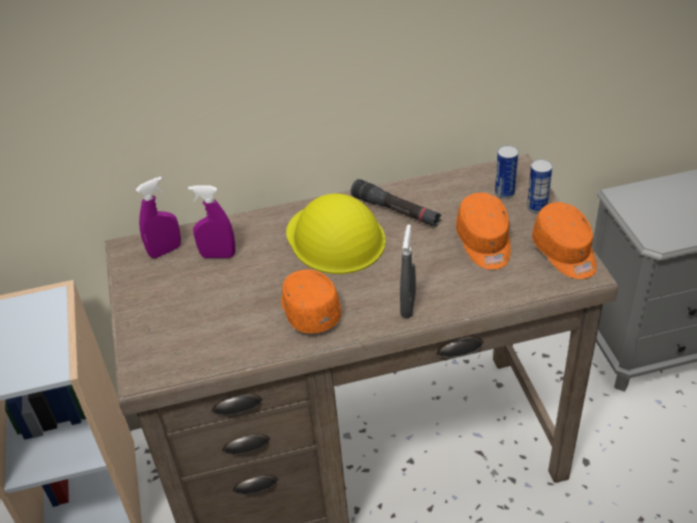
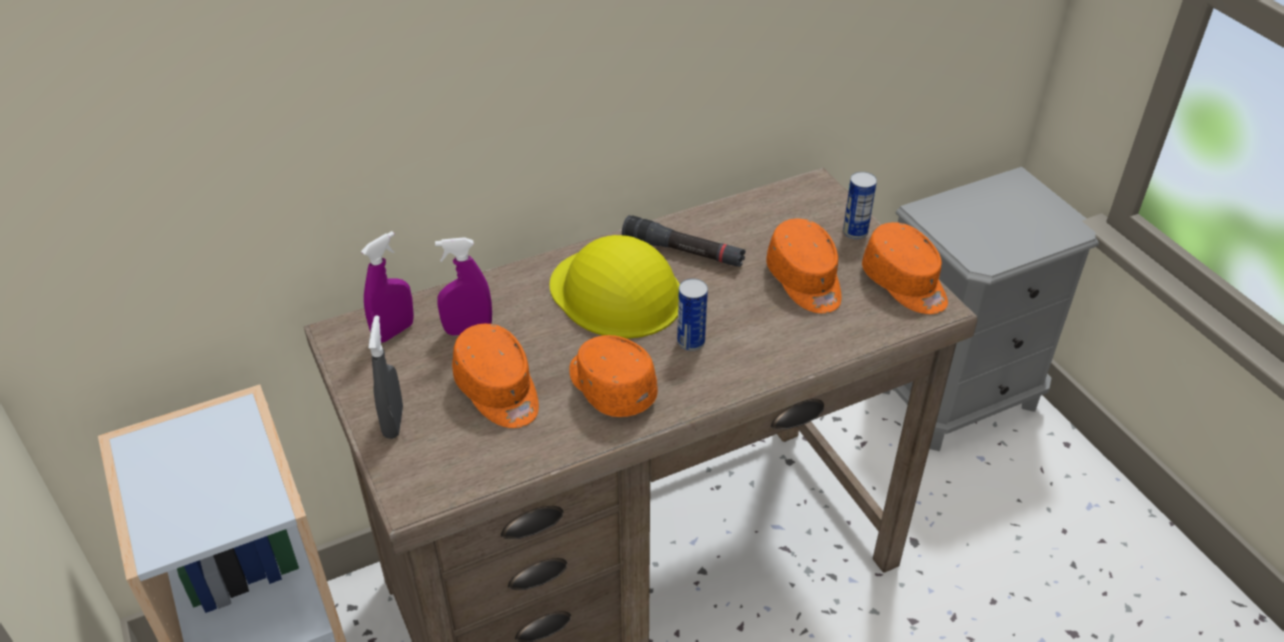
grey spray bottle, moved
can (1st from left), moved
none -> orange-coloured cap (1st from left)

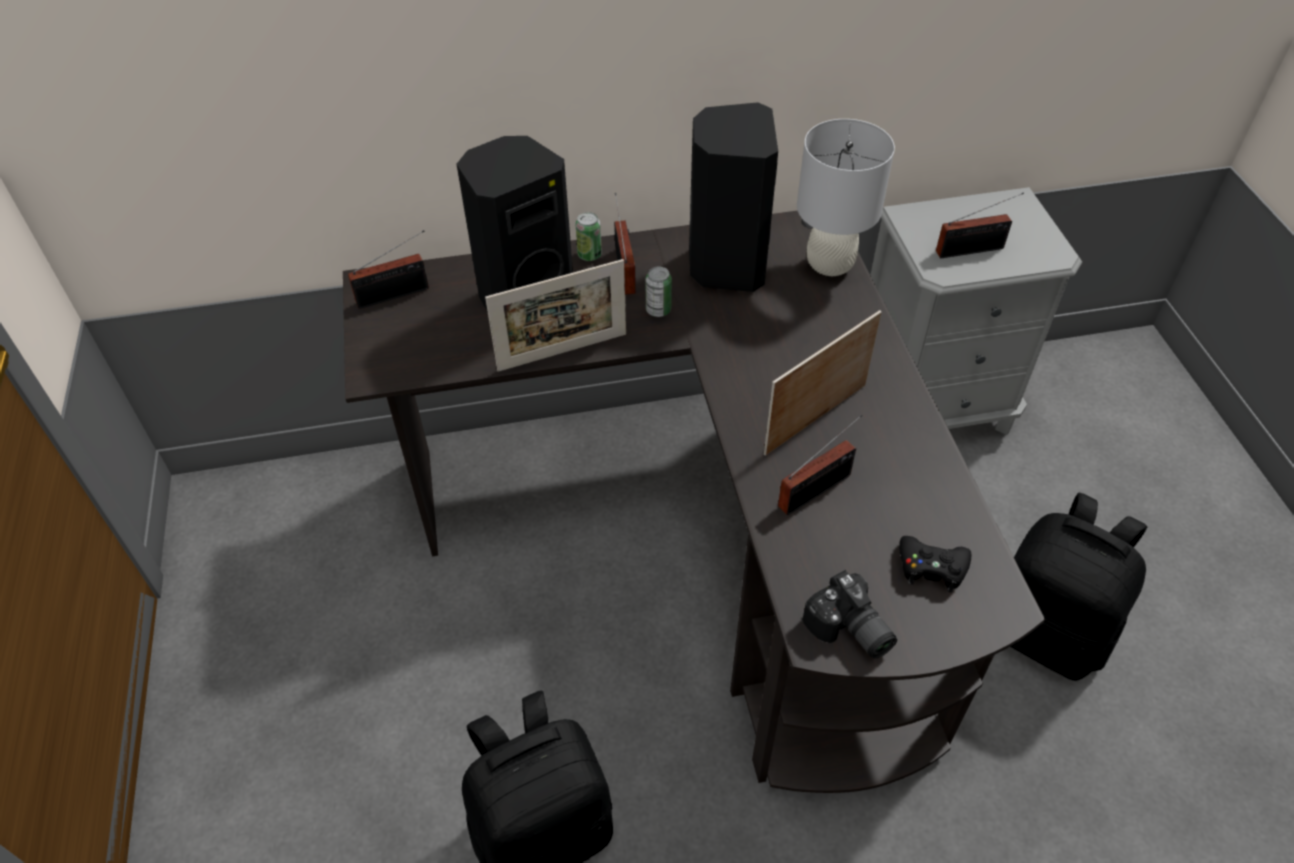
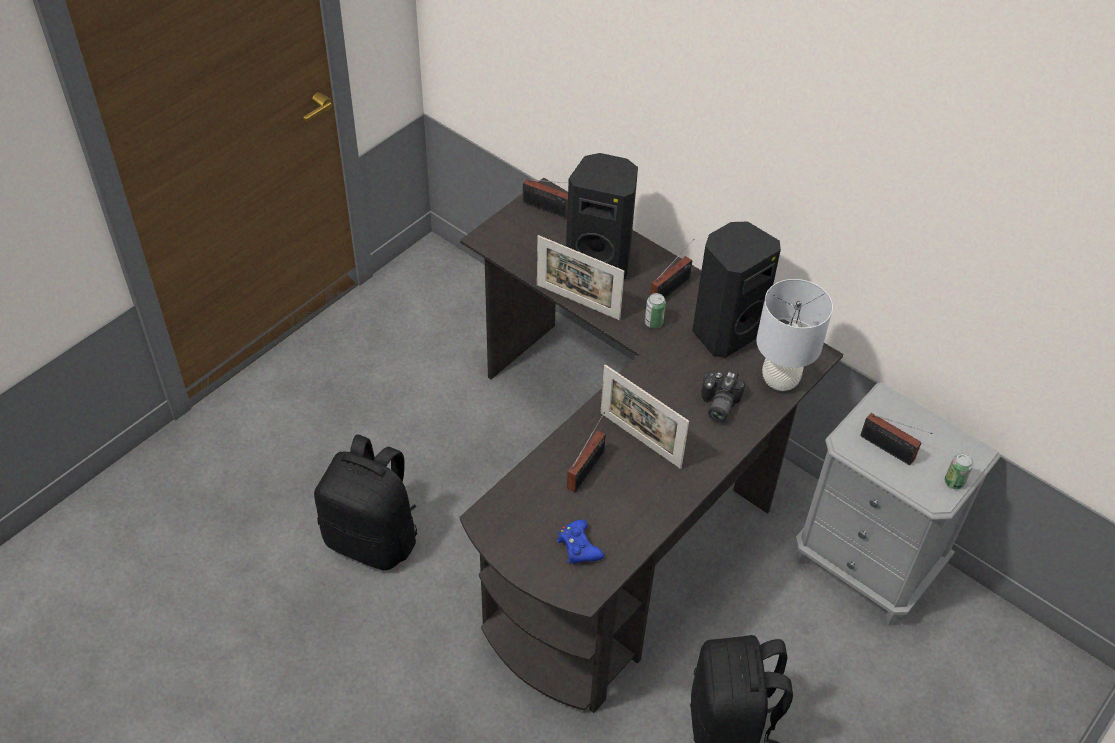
can (1st from left in the first image) -> can (2nd from left), moved
standing frame (2nd from left), 150 degrees counterclockwise
radio receiver (3rd from left in the first image) -> radio receiver (2nd from left), 75 degrees counterclockwise
photo camera, moved
blackish joypad -> blue joypad

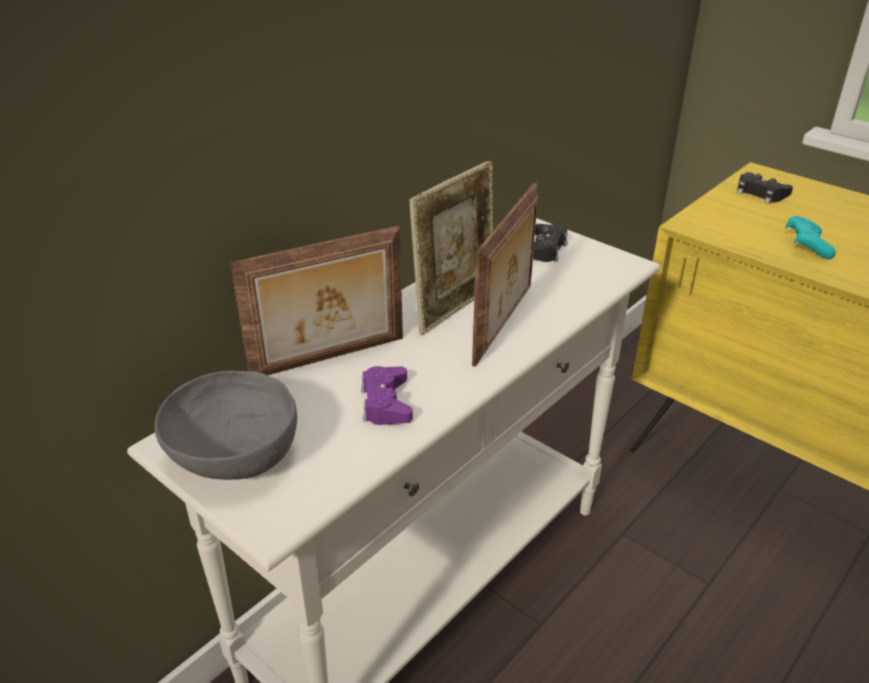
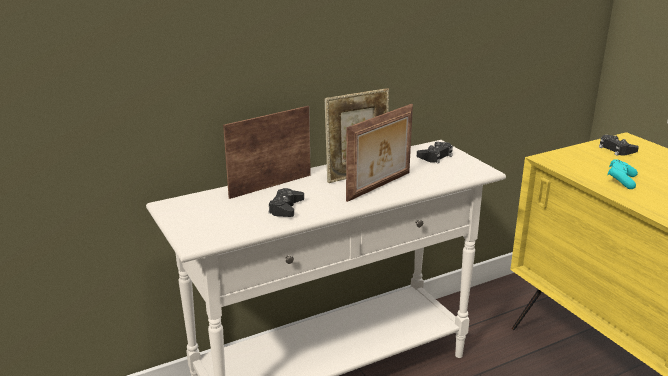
grey deep dish -> none
standing frame (1st from left), 150 degrees clockwise
purplish joypad -> blackish joypad (1st from left)

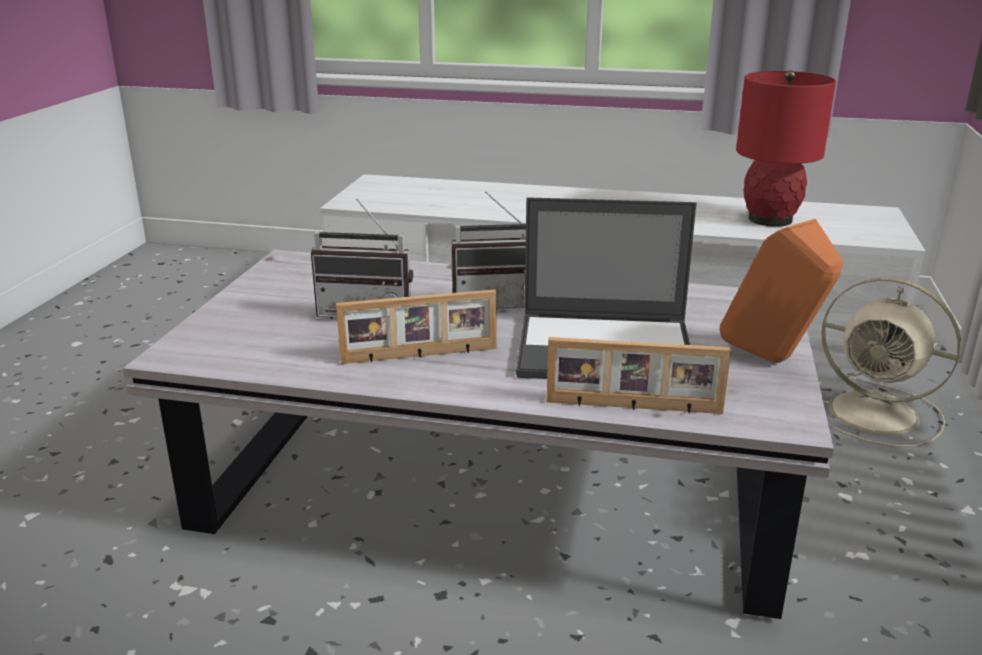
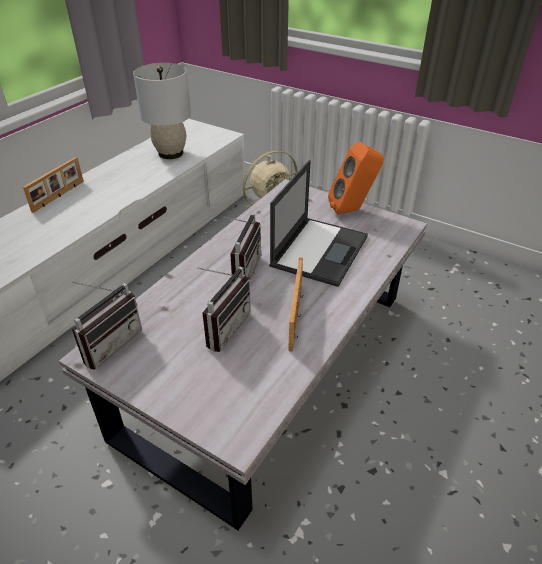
standing frame (2nd from left in the first image) -> standing frame (1st from left), moved
red-coloured lamp for a table -> whitish lamp for a table
none -> radio receiver (1st from left)

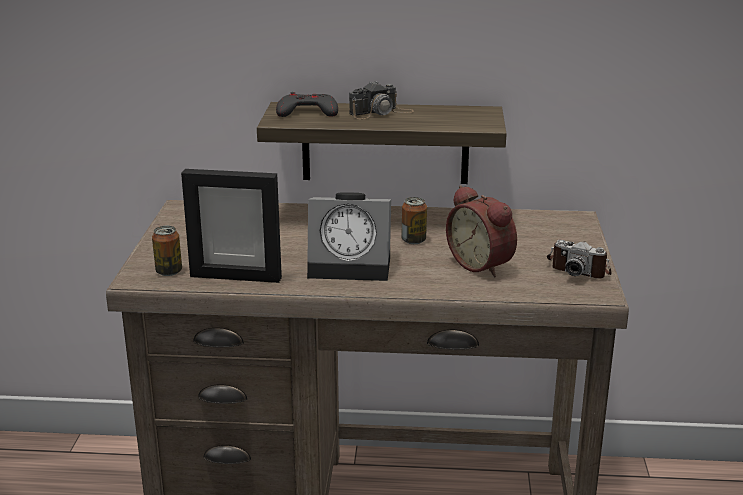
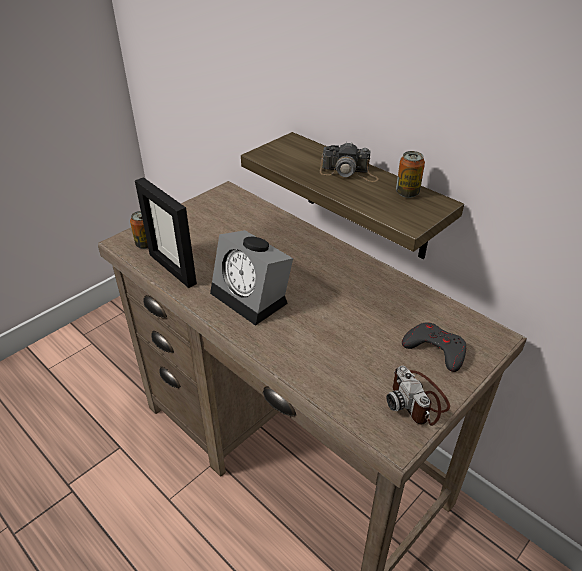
grey joypad, moved
can (2nd from left), moved
alarm clock (2nd from left) -> none

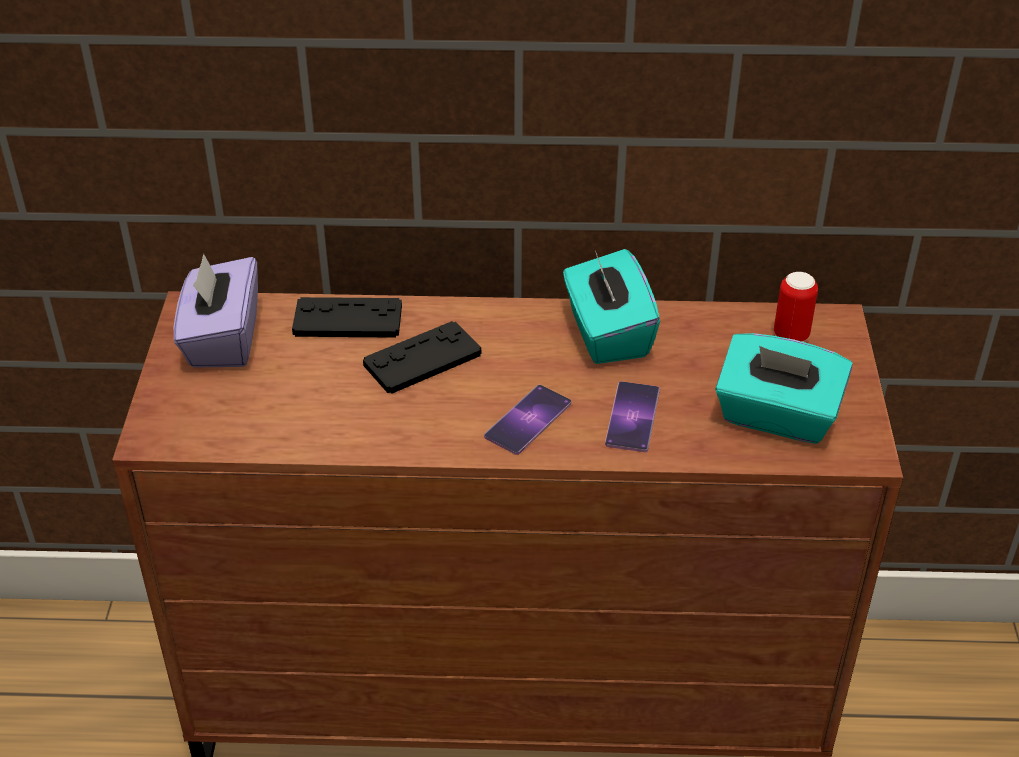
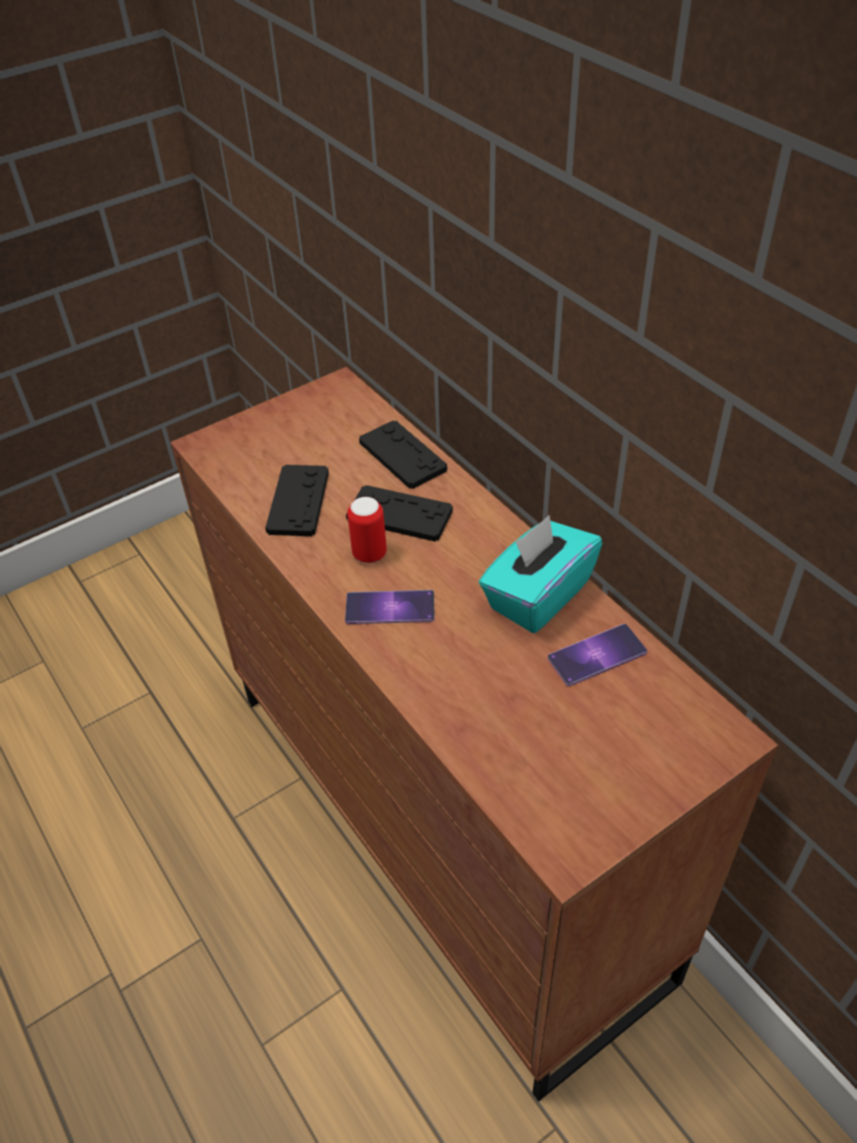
purplish tissue holder -> none
telephone (2nd from left), moved
turquoise-coloured tissue holder (2nd from left) -> none
can, moved
none -> blackish joypad (1st from left)

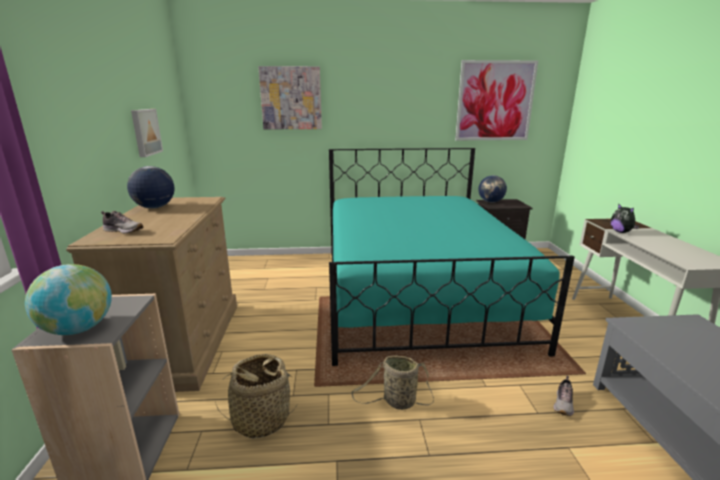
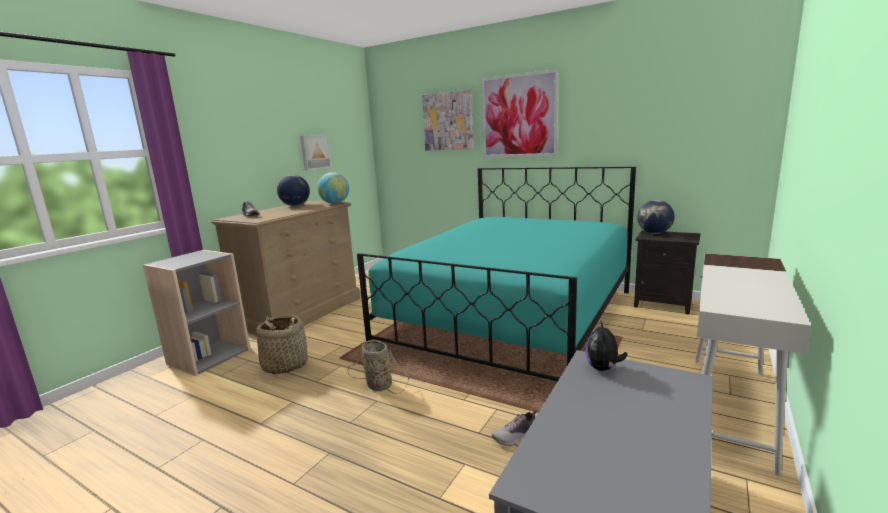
desk globe (1st from left in the first image) -> desk globe (2nd from left), moved
wall art (3rd from left), moved
plush toy, moved

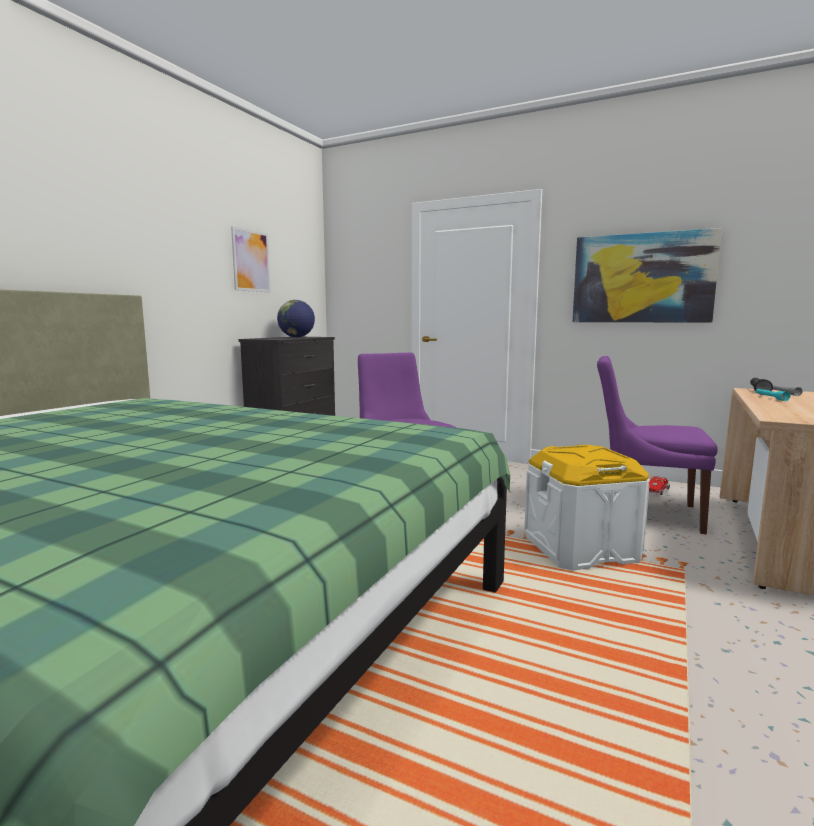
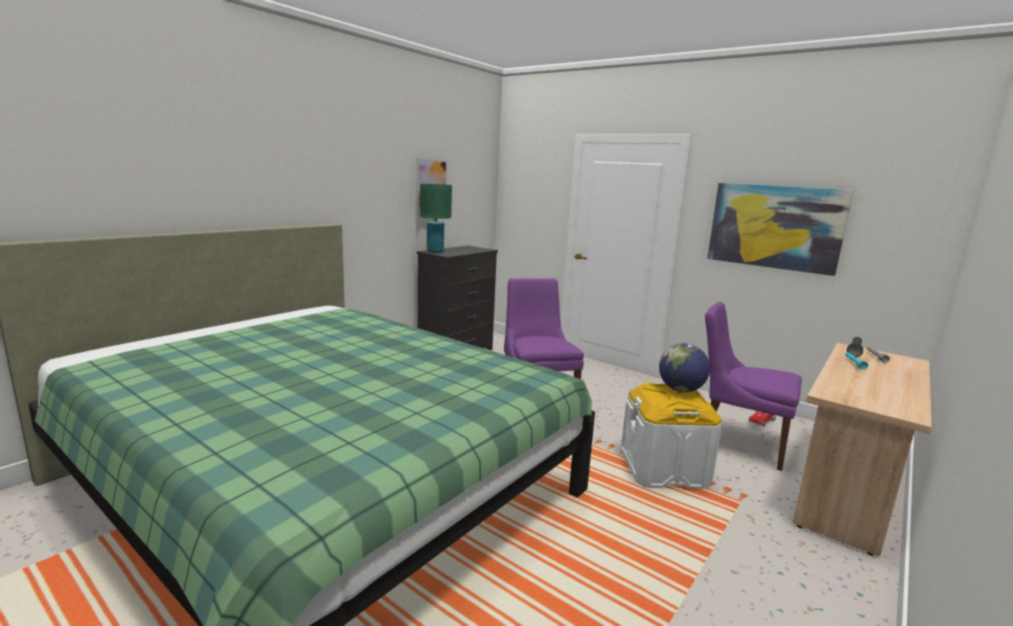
desk globe, moved
none -> greenish lamp for a table

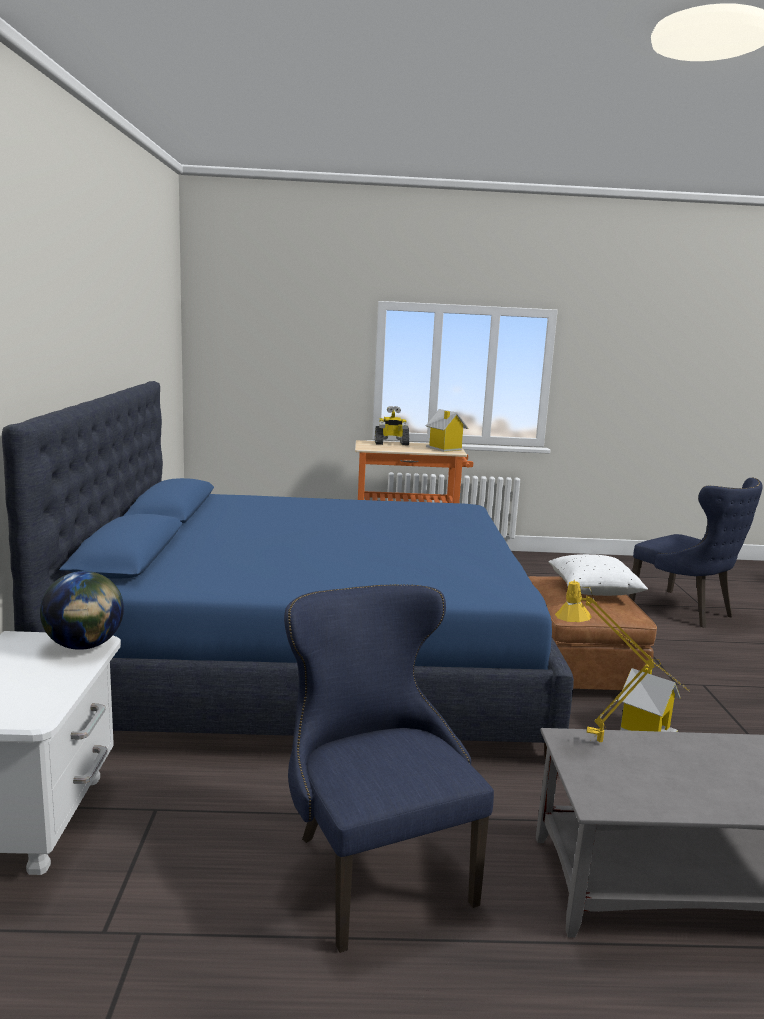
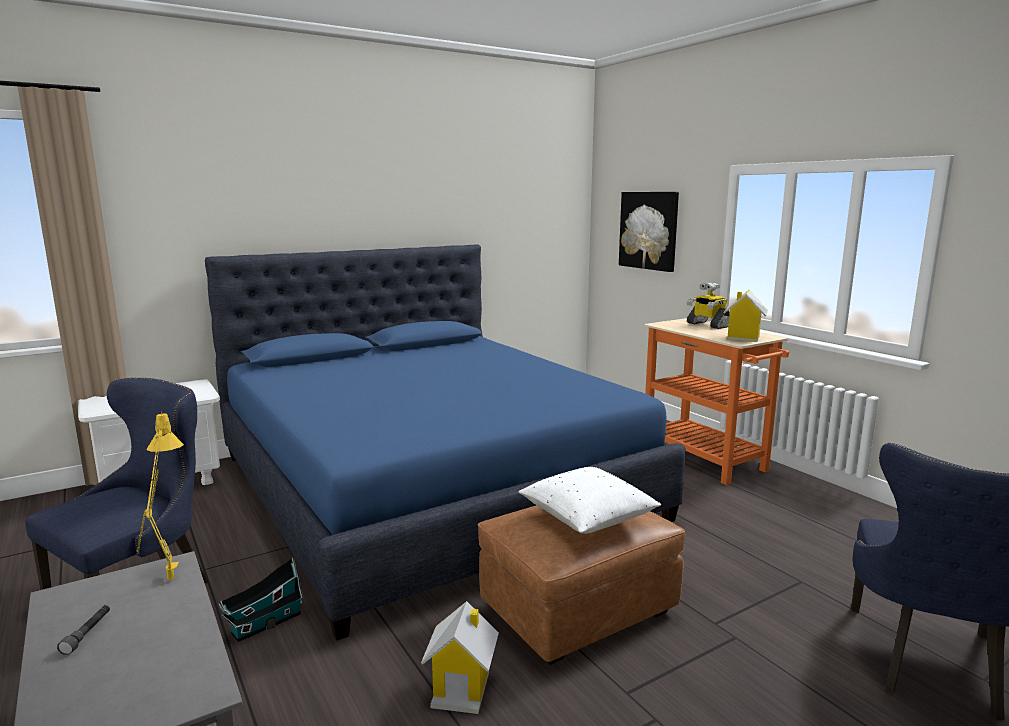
desk globe -> none
none -> grey flashlight
none -> miniature house (1st from left)
none -> wall art

